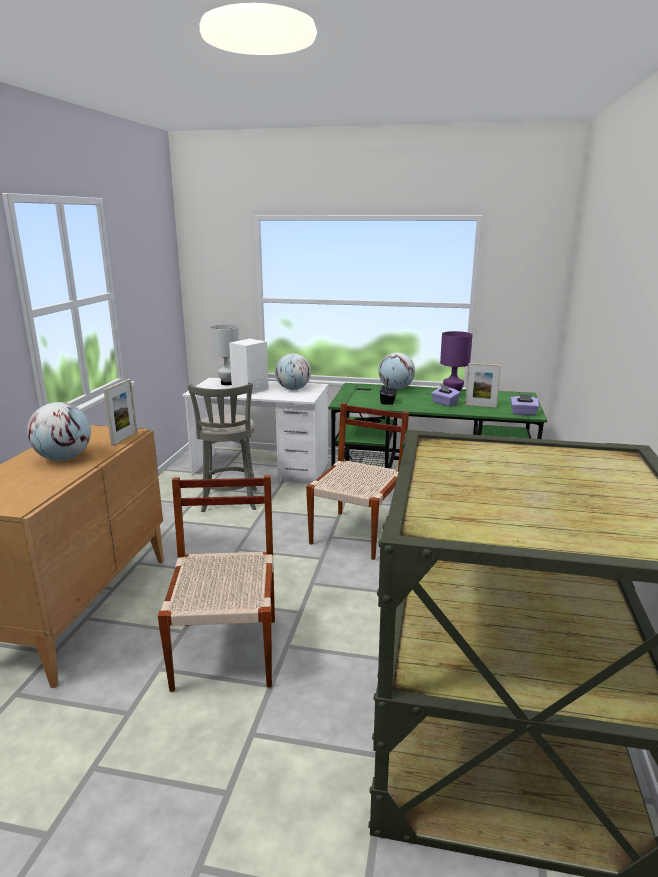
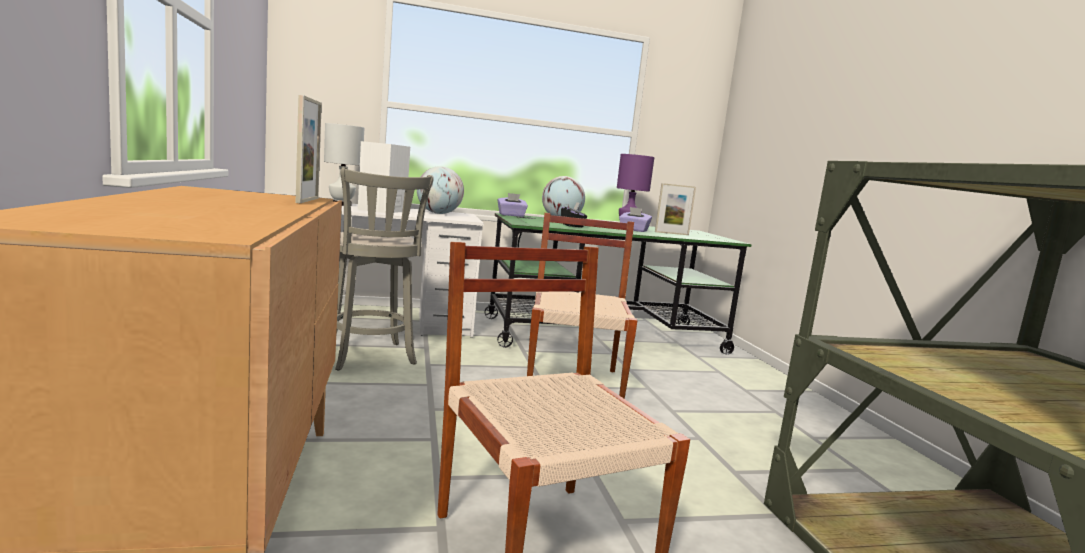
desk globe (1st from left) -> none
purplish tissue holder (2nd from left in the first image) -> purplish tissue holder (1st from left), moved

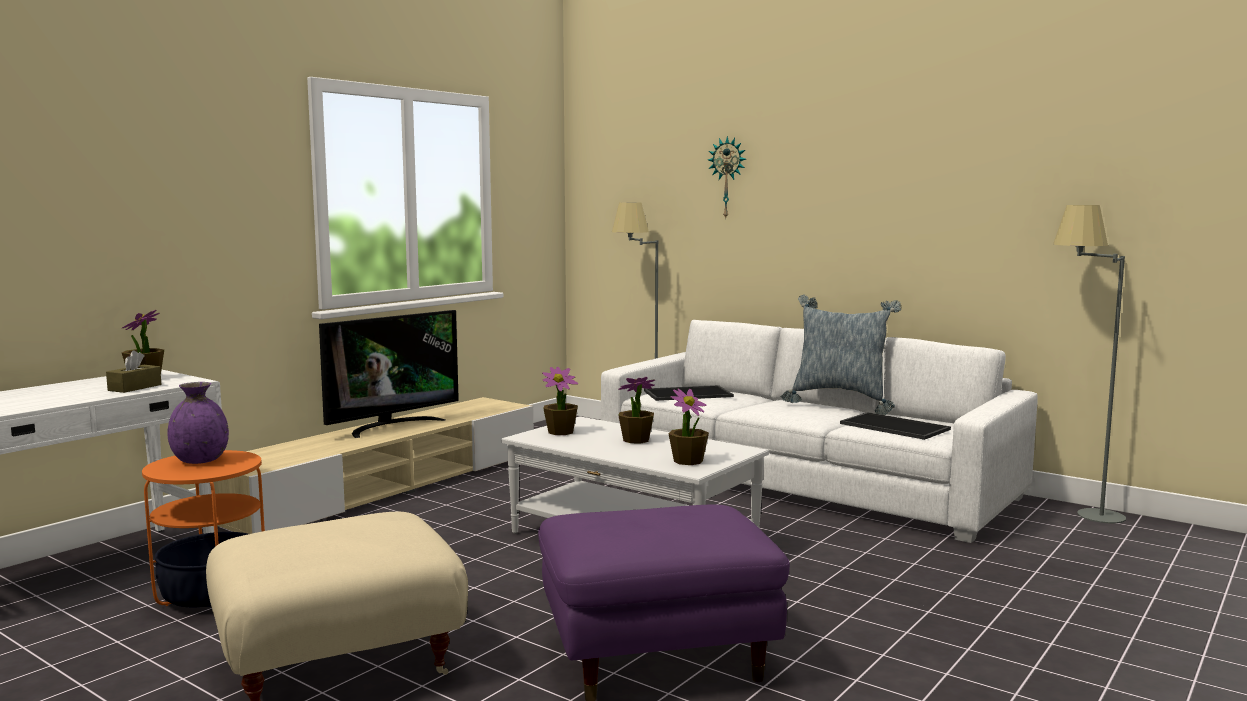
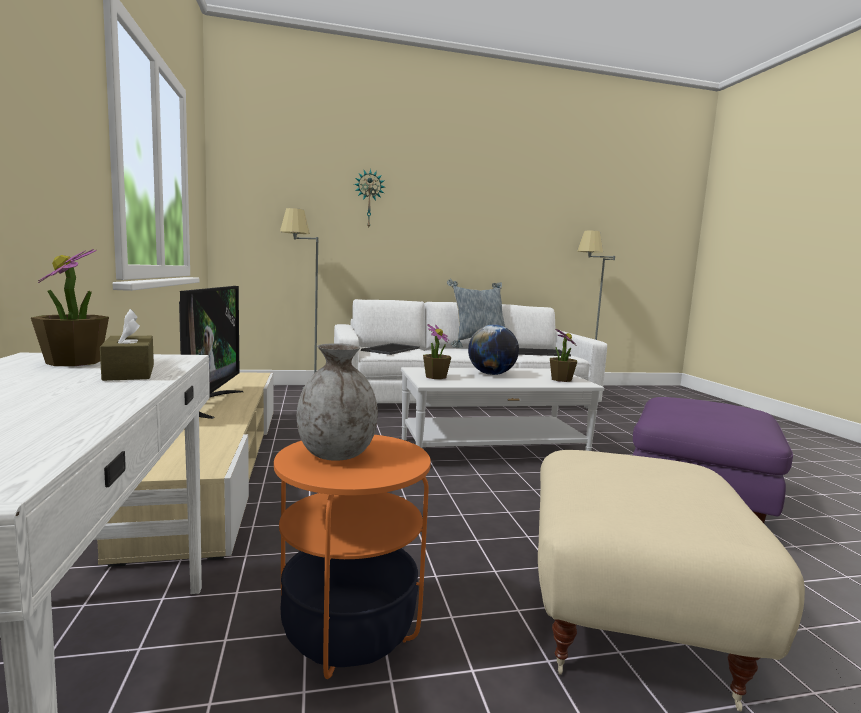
purplish decorative vase -> grey decorative vase
houseplant (3rd from left) -> desk globe

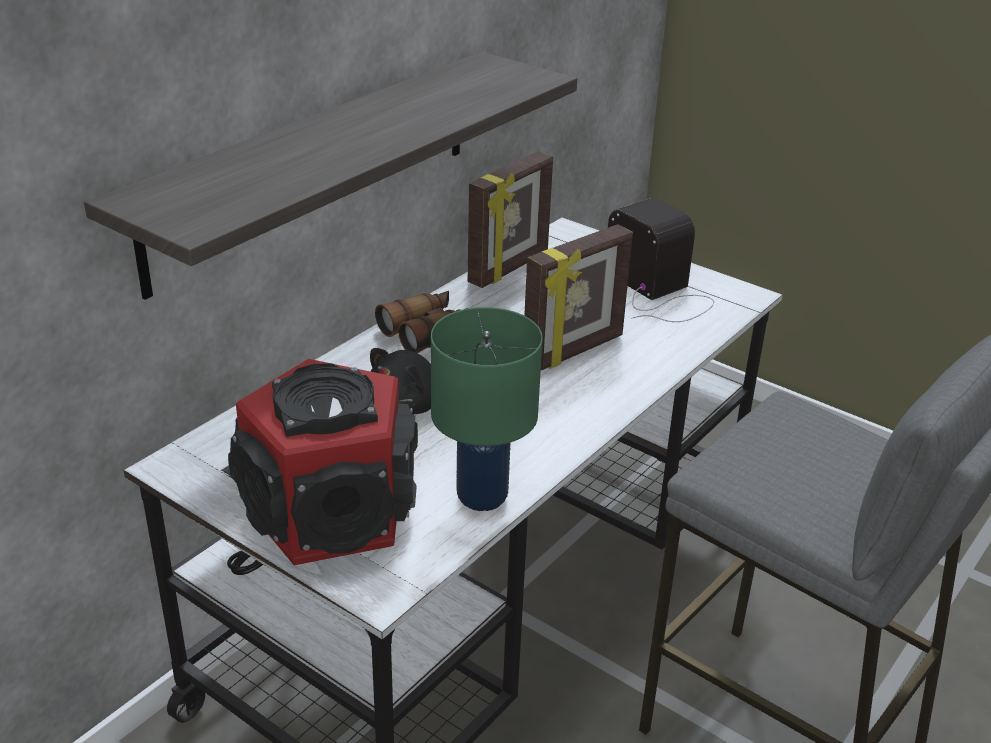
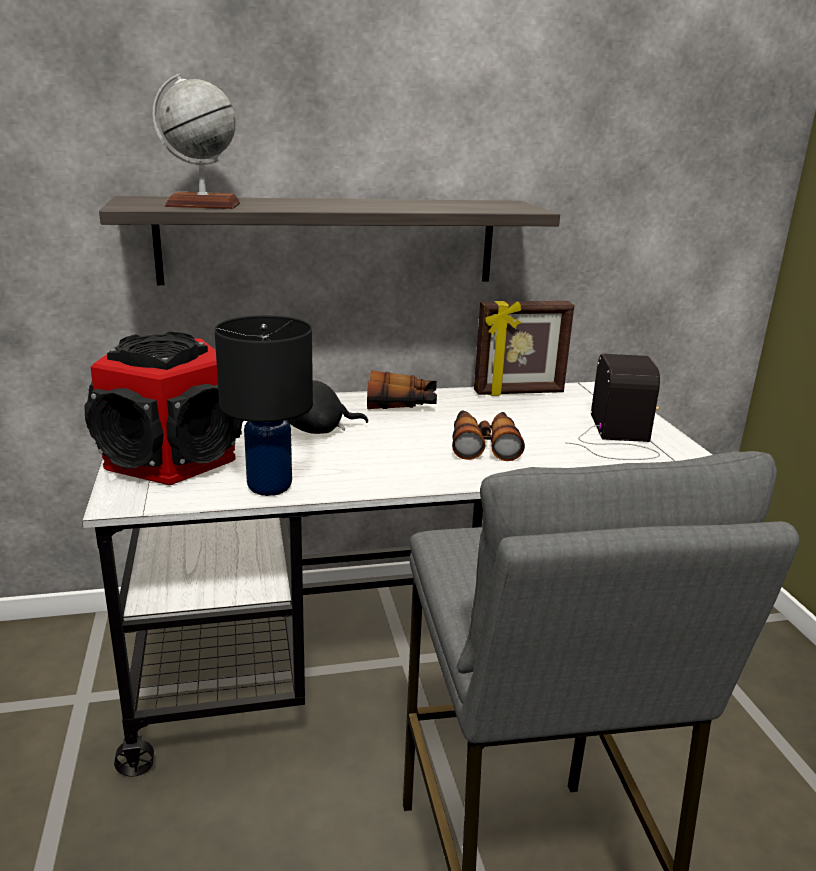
greenish lamp for a table -> blackish lamp for a table
standing frame (2nd from left) -> pair of binoculars (2nd from left)
none -> desk globe

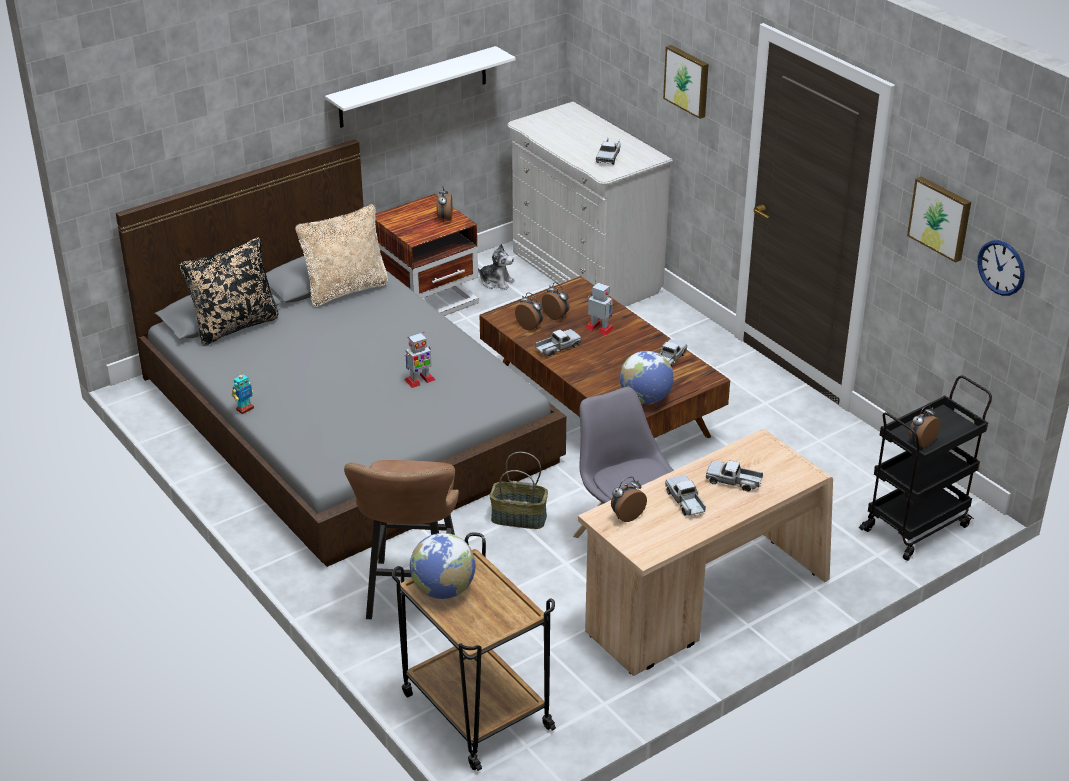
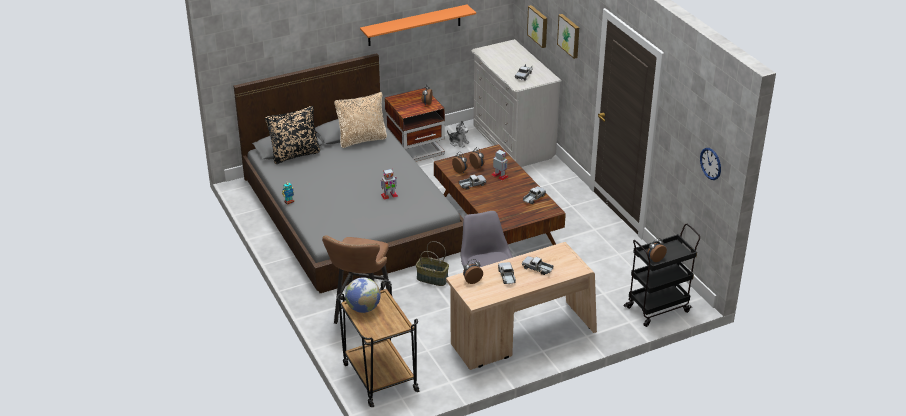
whitish wall shelf -> orange-coloured wall shelf
desk globe (2nd from left) -> none
wall art (2nd from left in the first image) -> wall art (1st from left), moved

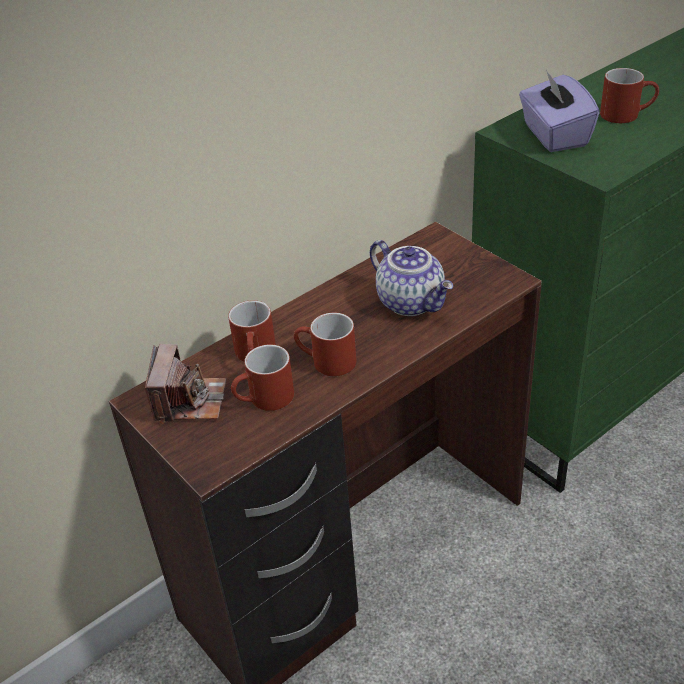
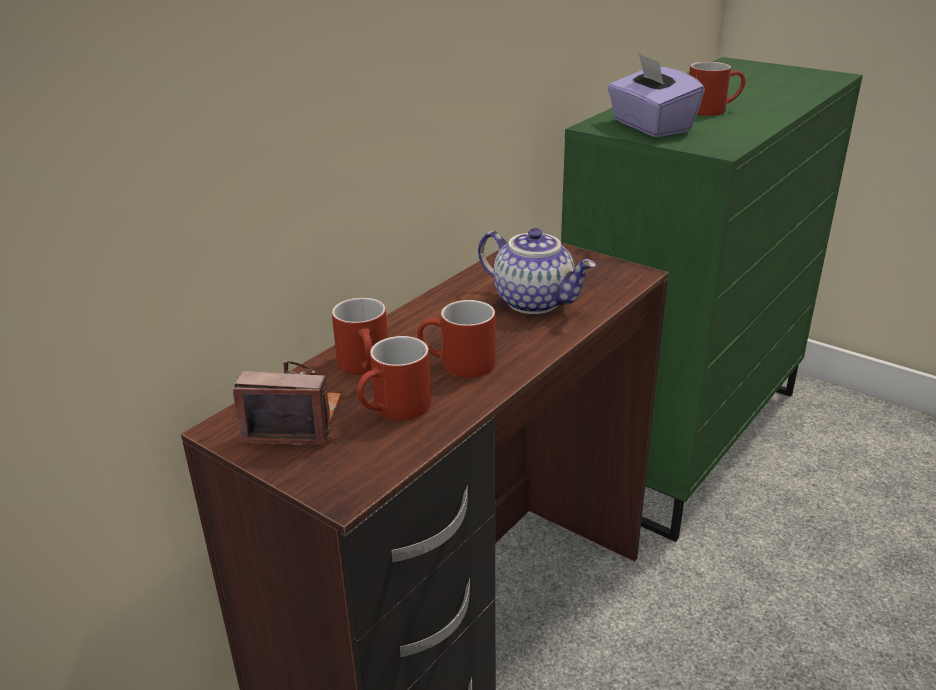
photo camera, 75 degrees counterclockwise

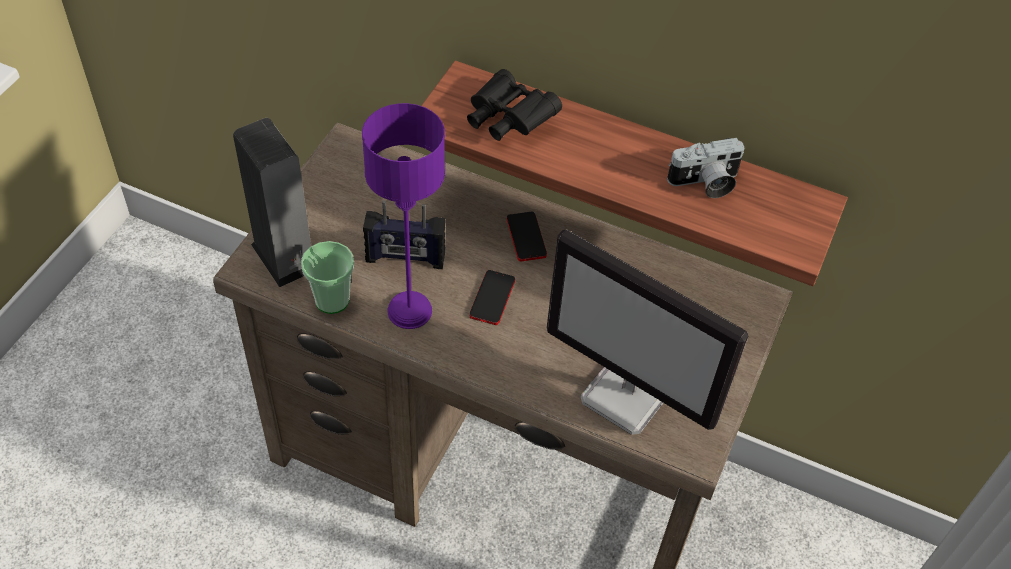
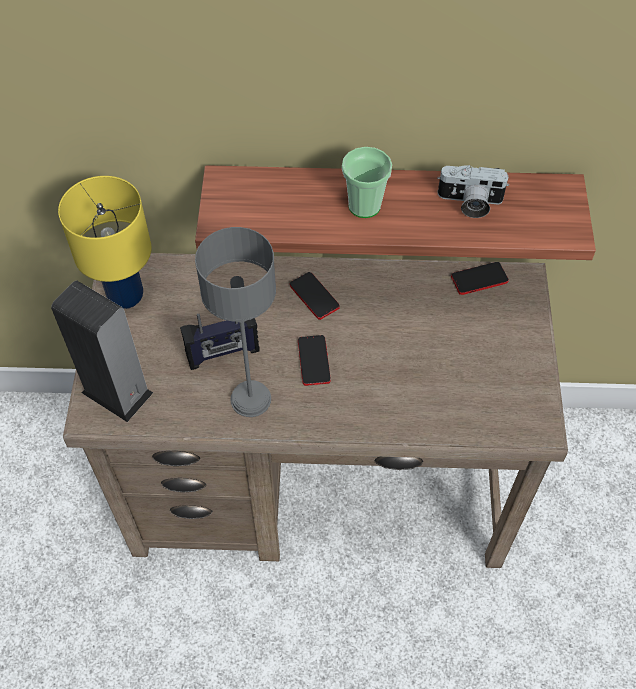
small cup, moved
purplish lamp for a table -> grey lamp for a table
blackish pair of binoculars -> none
monitor -> none
photo camera, 45 degrees clockwise
none -> yellow-coloured lamp for a table
none -> telephone (3rd from left)

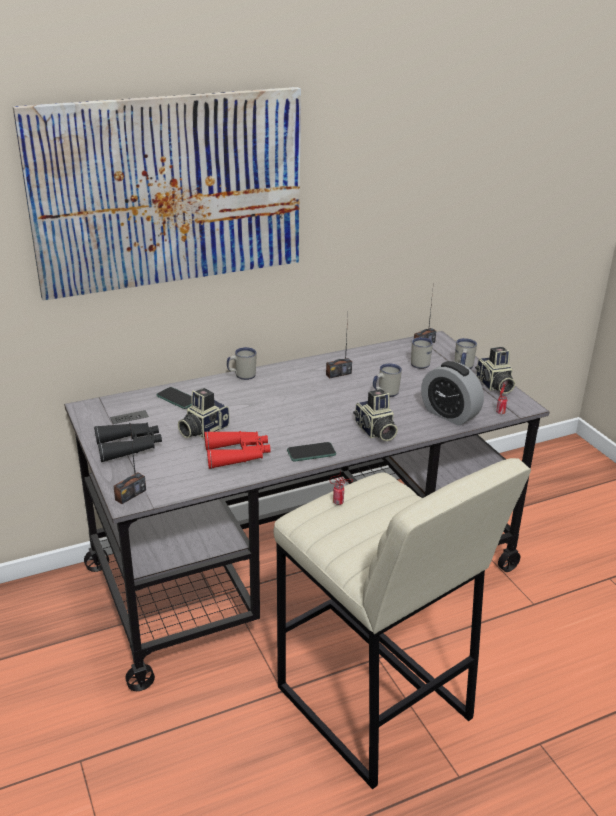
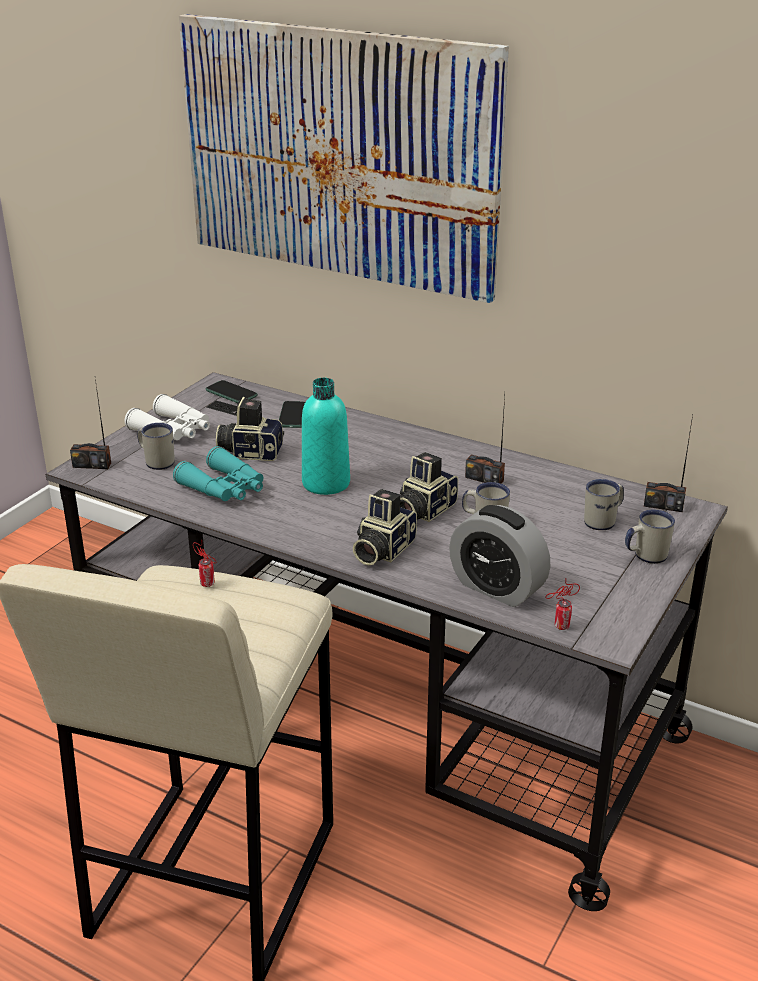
blackish pair of binoculars -> whitish pair of binoculars
red-coloured pair of binoculars -> turquoise-coloured pair of binoculars
whitish mug (1st from left), moved
telephone (2nd from left in the first image) -> telephone (1st from left), moved
alarm clock, 60 degrees counterclockwise
photo camera (3rd from left), moved
none -> turquoise-coloured beverage bottle

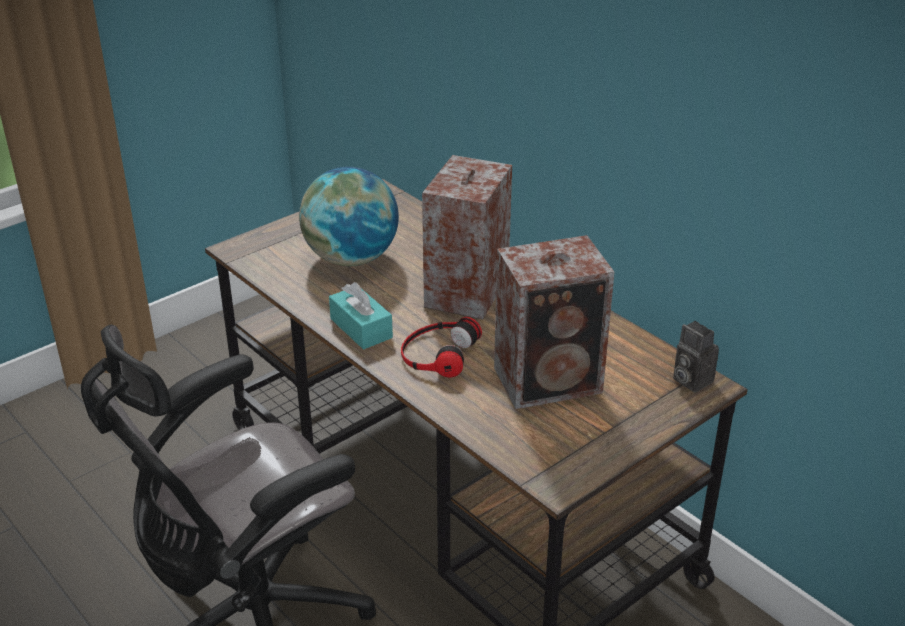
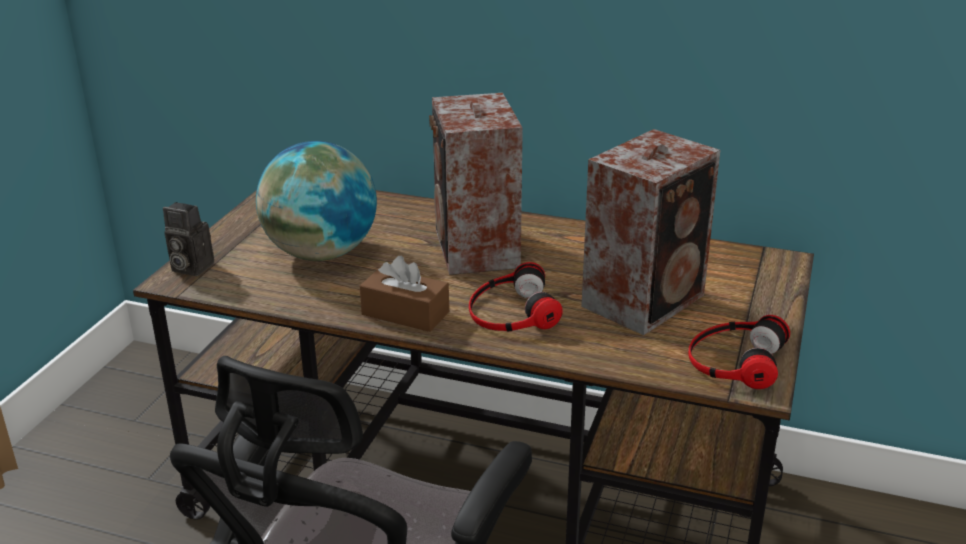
turquoise-coloured tissue holder -> brown tissue holder
photo camera, moved
none -> headphones (2nd from left)

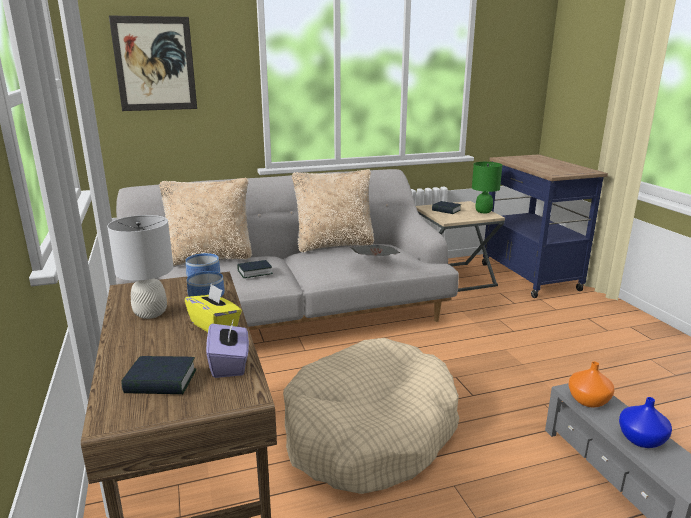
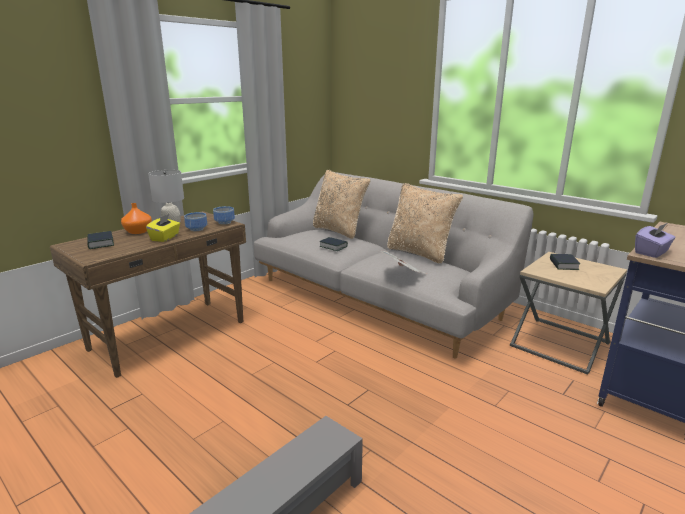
wall art -> none
purplish tissue holder, moved
beige-coloured pet bed -> none
greenish lamp for a table -> none
orange-coloured decorative vase, moved
blue decorative vase -> none

